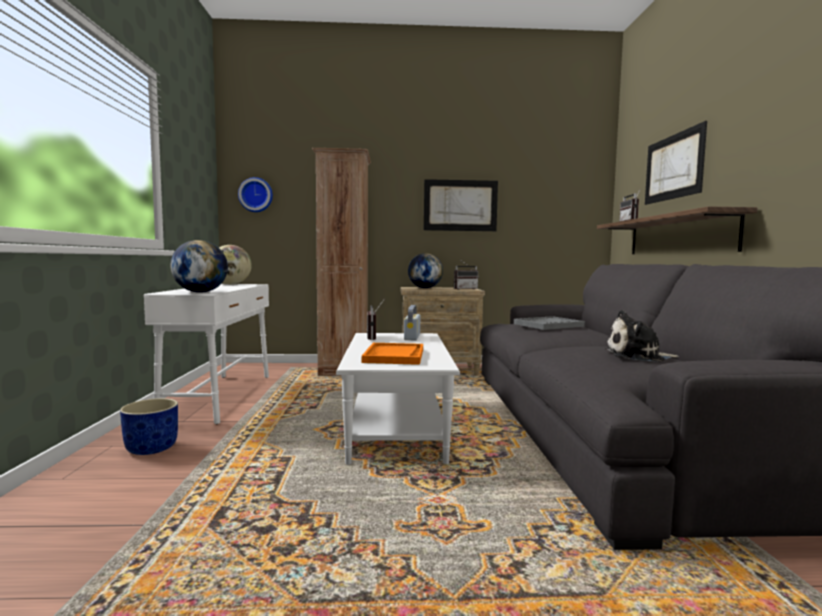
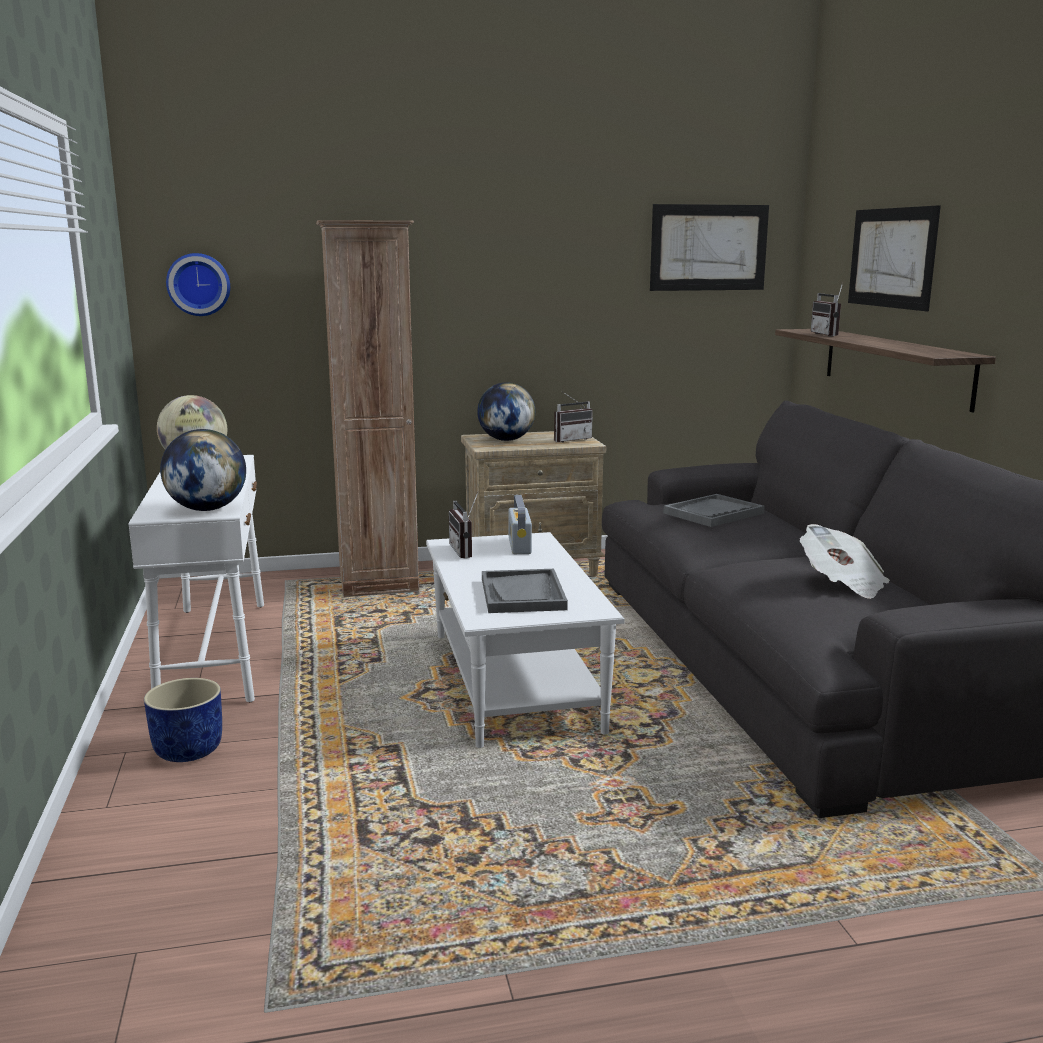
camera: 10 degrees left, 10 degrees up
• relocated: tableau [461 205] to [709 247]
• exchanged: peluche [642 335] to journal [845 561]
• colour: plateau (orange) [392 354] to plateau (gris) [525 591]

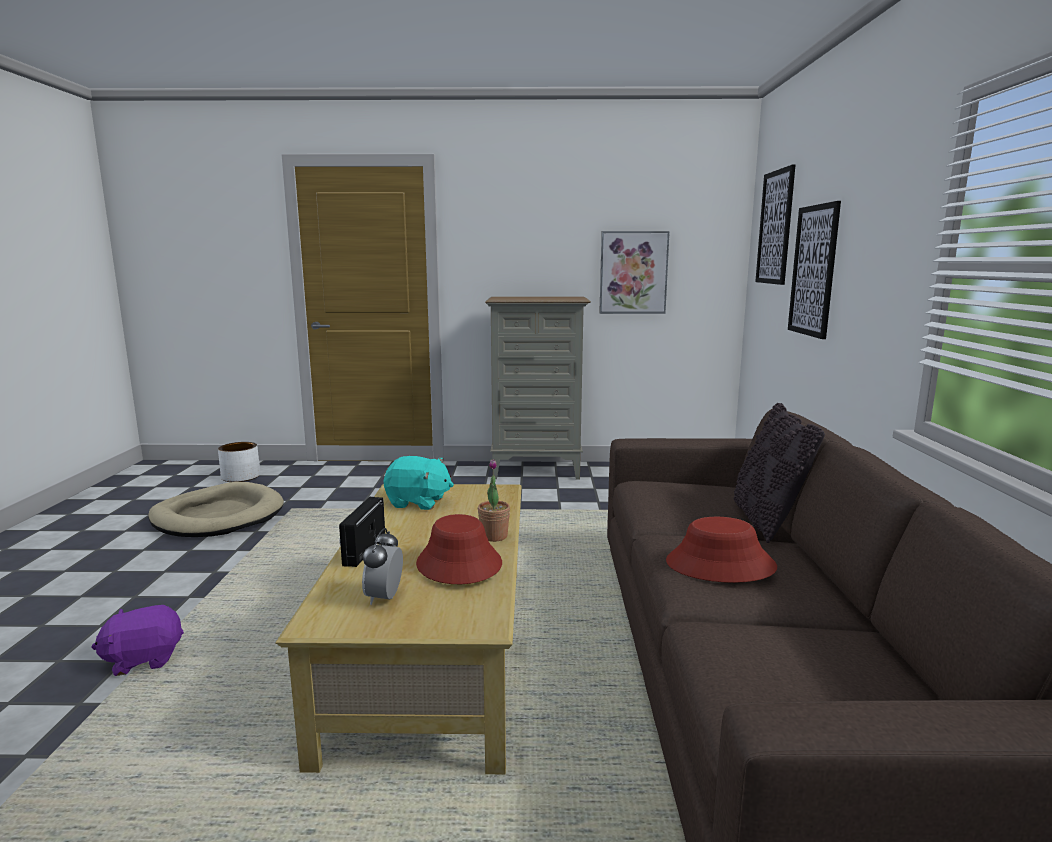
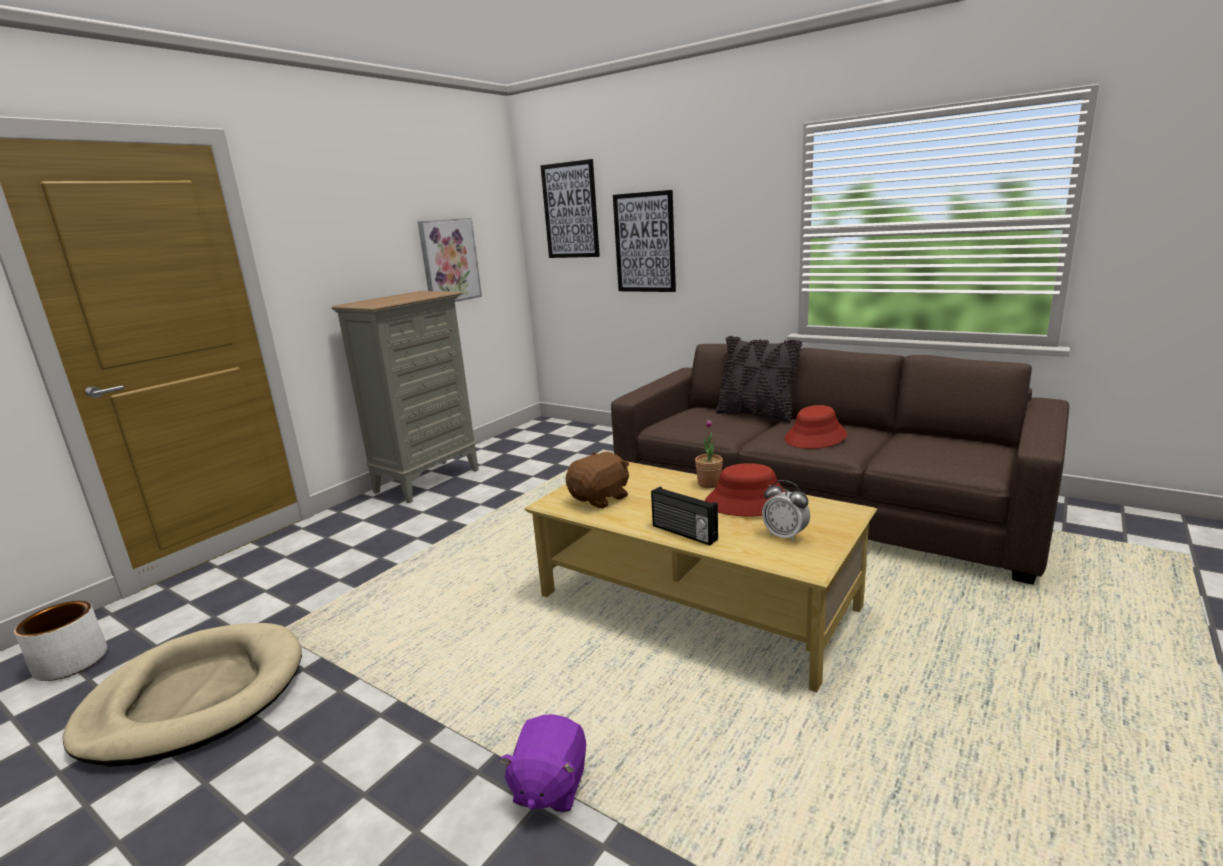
camera: 55 degrees left, 5 degrees up
• colour: peluche (turquoise) [419 483] to peluche (marron) [597 480]

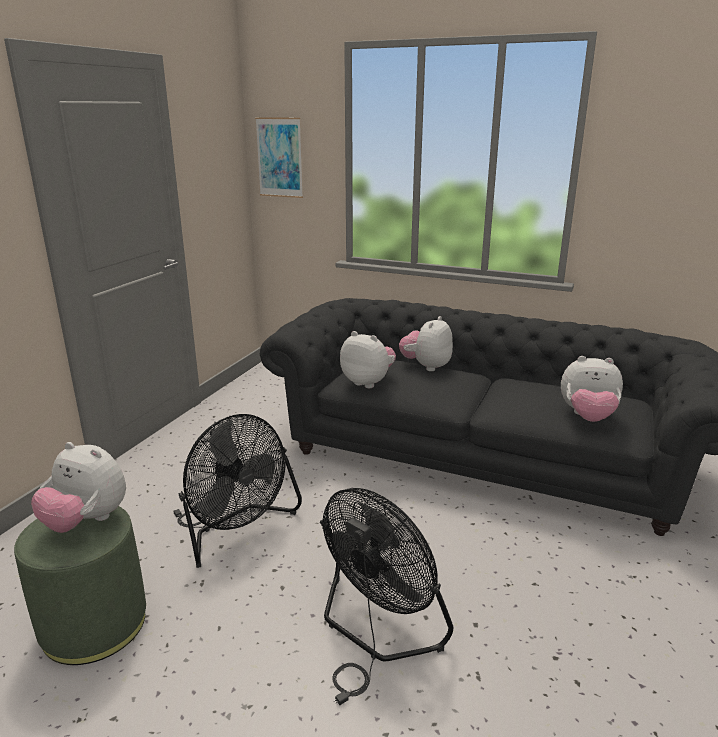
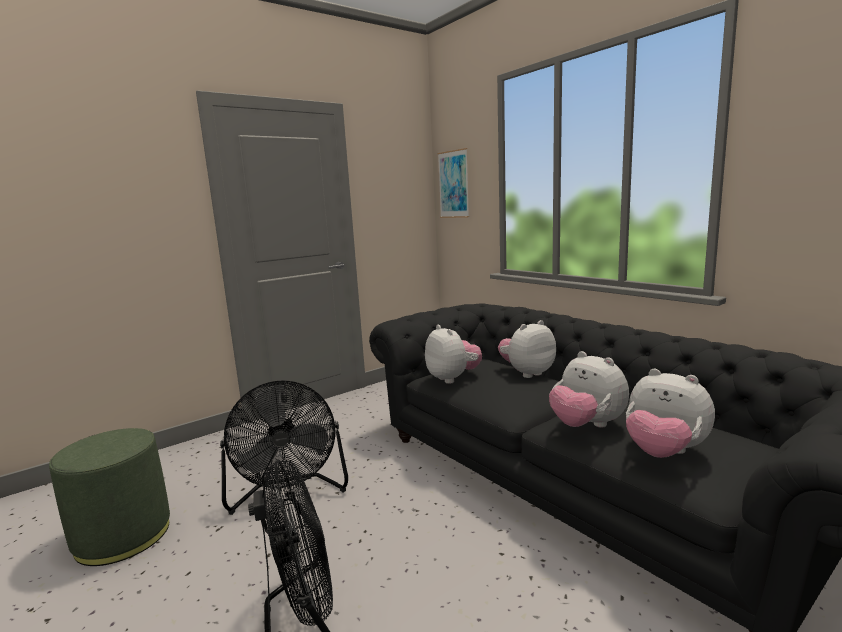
camera: 30 degrees right, 10 degrees down
• relocated: peluche [78 487] to [589 389]

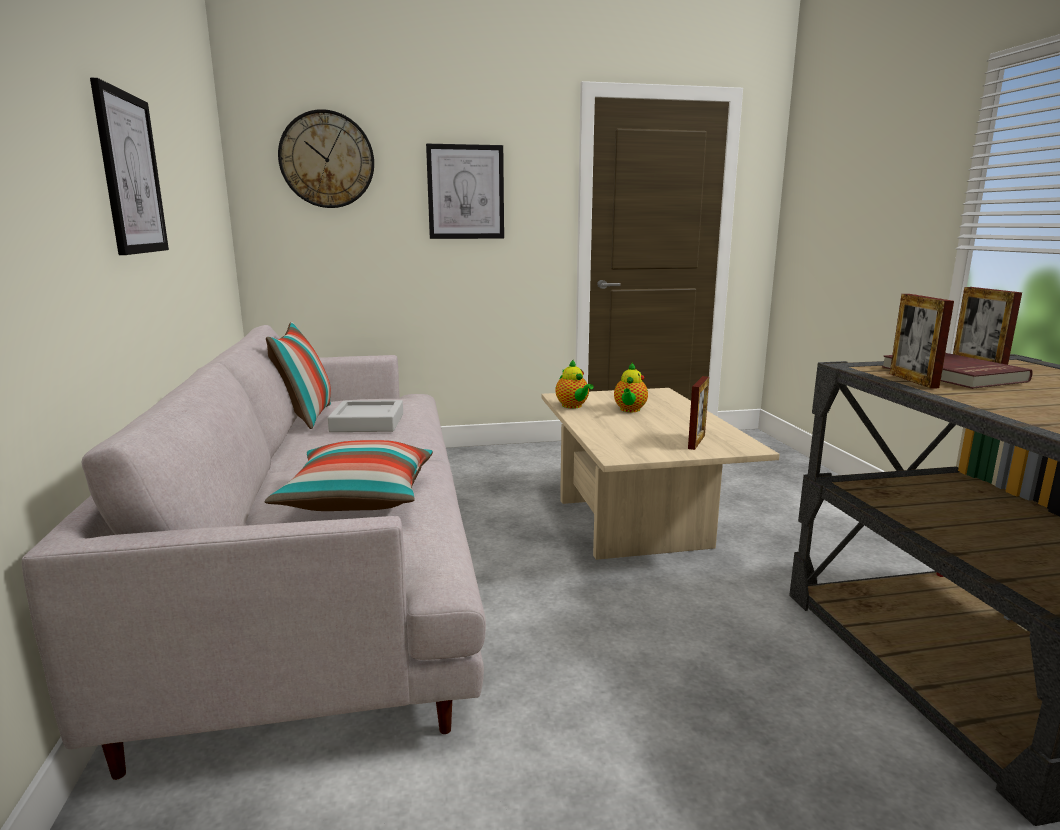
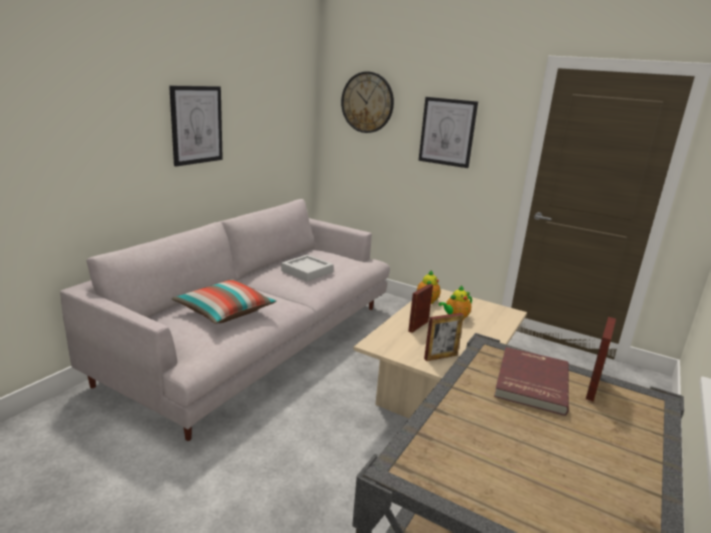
camera: 40 degrees right, 5 degrees up
• relocated: cadre photo [922 341] to [420 308]
• missing: coussin [298 375]

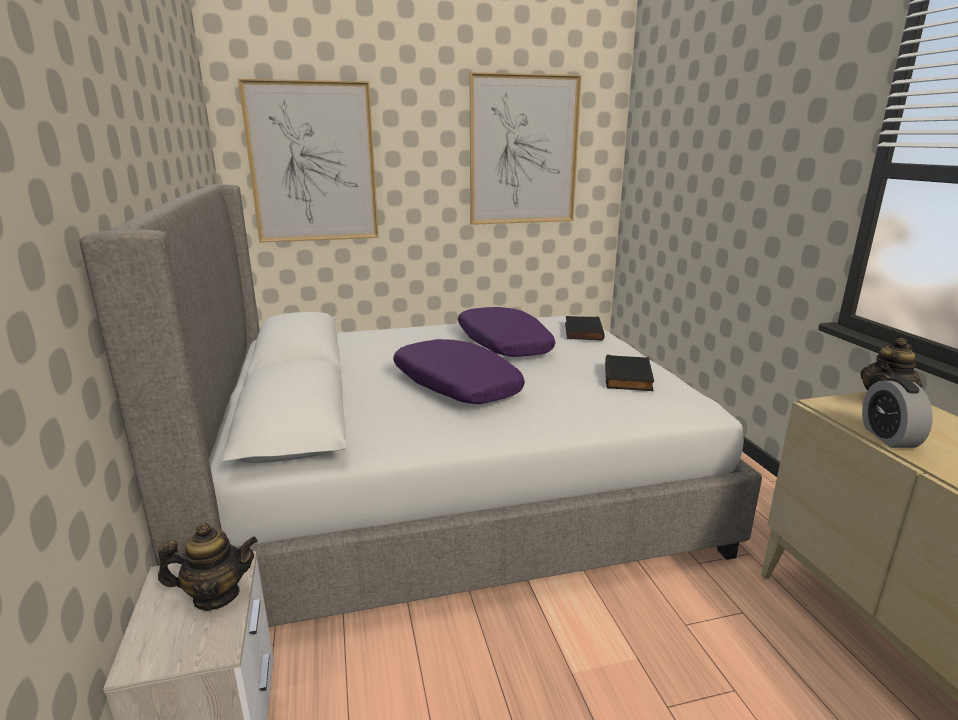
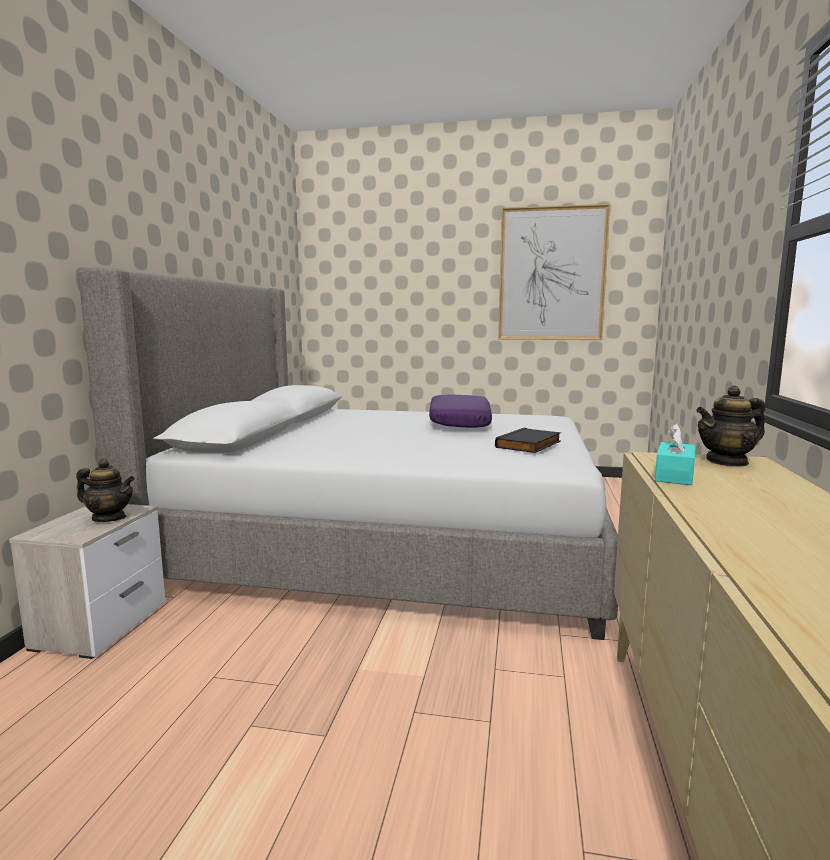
camera: 25 degrees right, 10 degrees down
• missing: tableau [308 161]
• missing: livre (noir) [585 328]
• missing: coussin (violet) [459 371]
• exchanged: réveil [897 413] to boîte à mouchoirs (turquoise) [675 454]

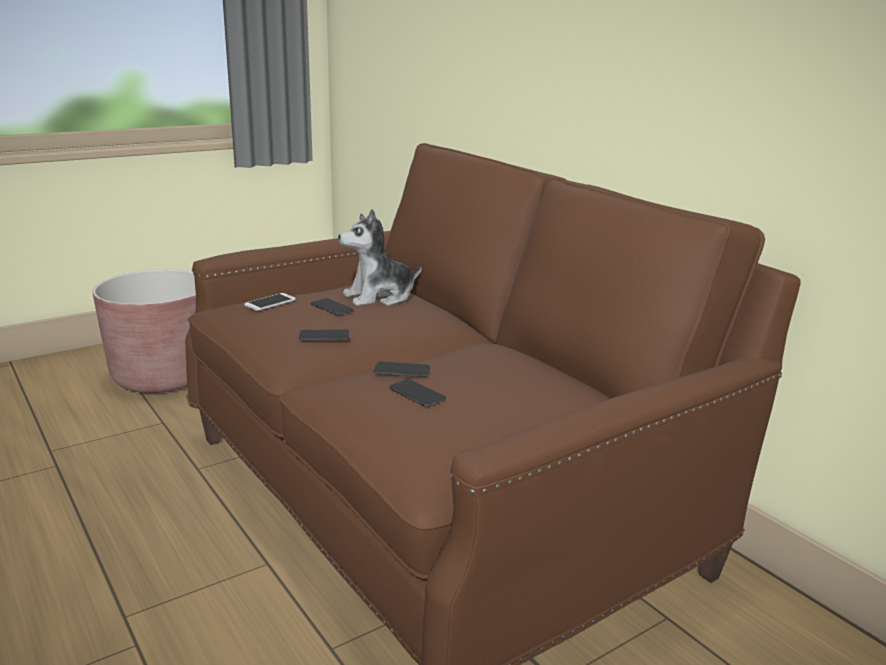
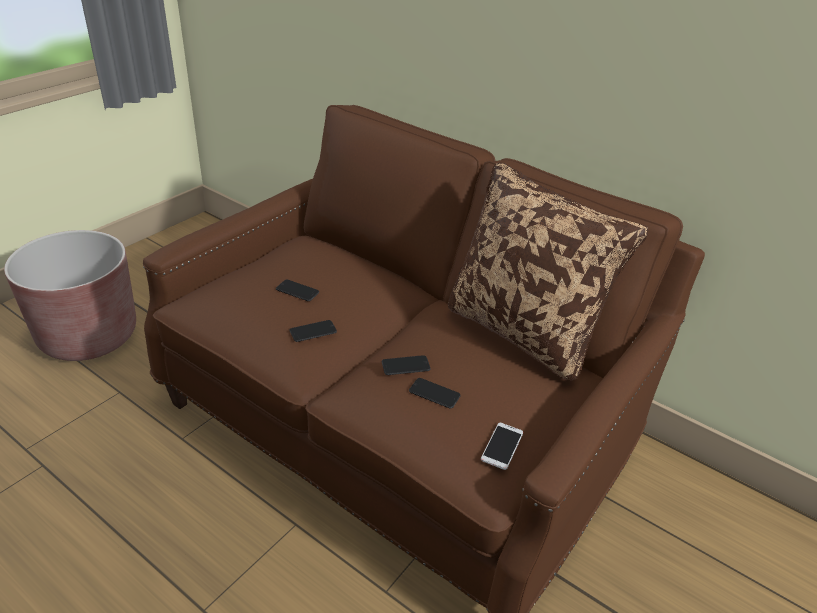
camera: 20 degrees left, 15 degrees up
• missing: peluche [380 257]
• relocated: téléphone [270 302] to [502 446]
• appeared: coussin (marron) [548 271]

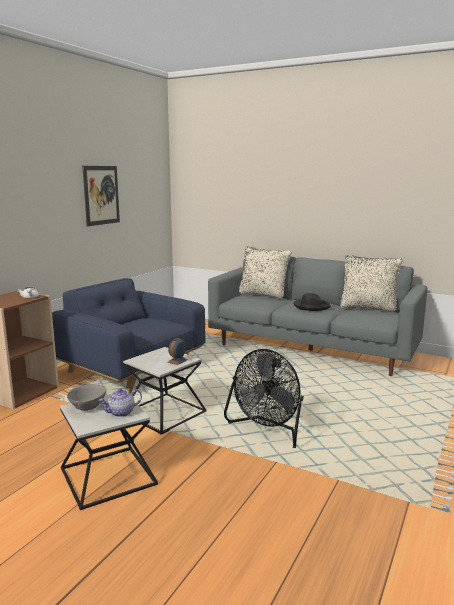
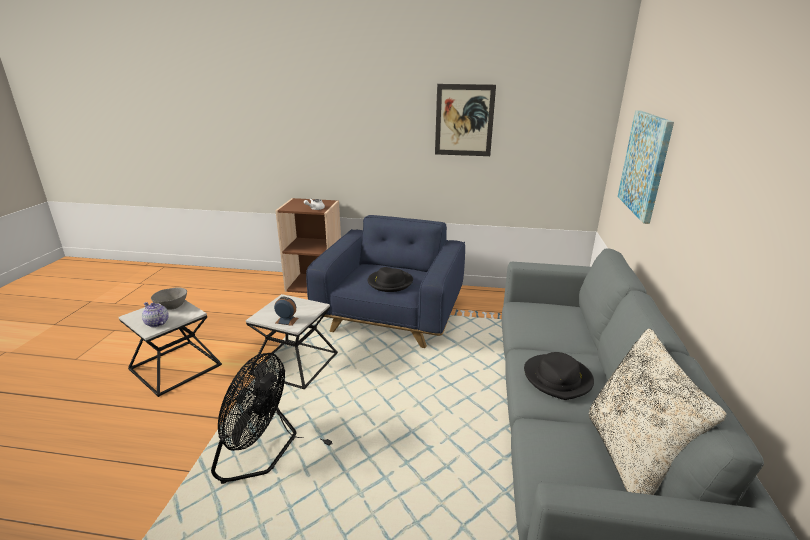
camera: 70 degrees right, 10 degrees up
• missing: coussin (beige) [265 272]
• appeared: tableau [646 167]
• appeared: chapeau (noir) [390 279]

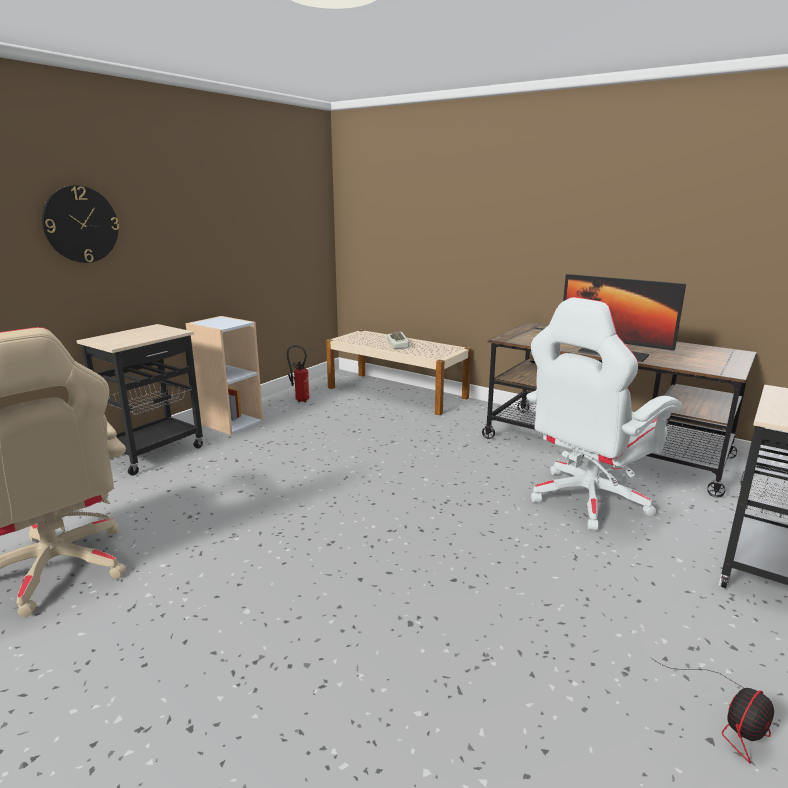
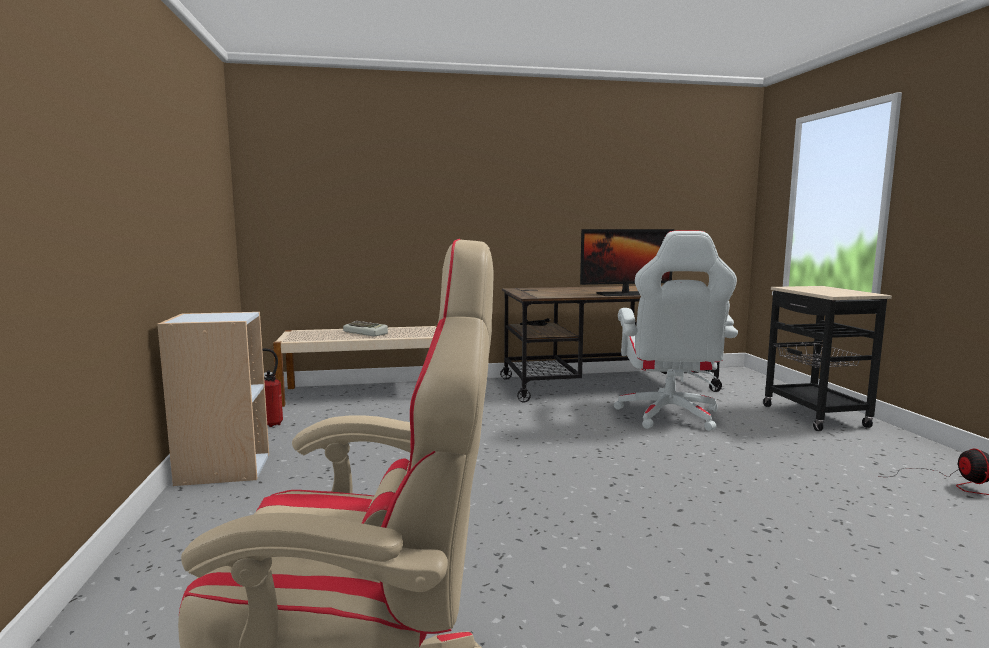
camera: 45 degrees left, 10 degrees down
• missing: horloge murale [80 224]
• missing: chariot [139 400]

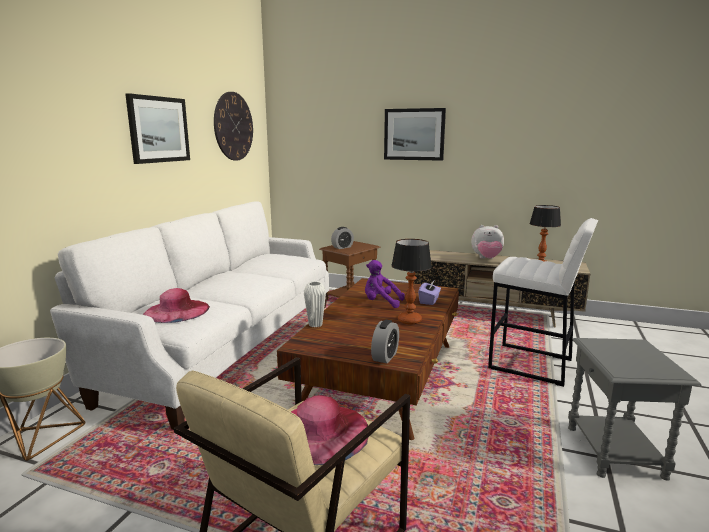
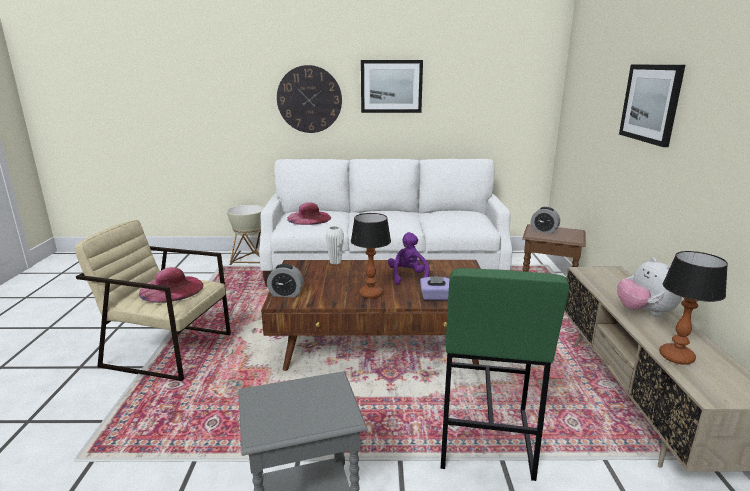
camera: 70 degrees right, 5 degrees up
• relocated: horloge murale [233 126] to [309 99]
• colour: tabouret (blanc) [543 302] to tabouret (vert) [505 374]

